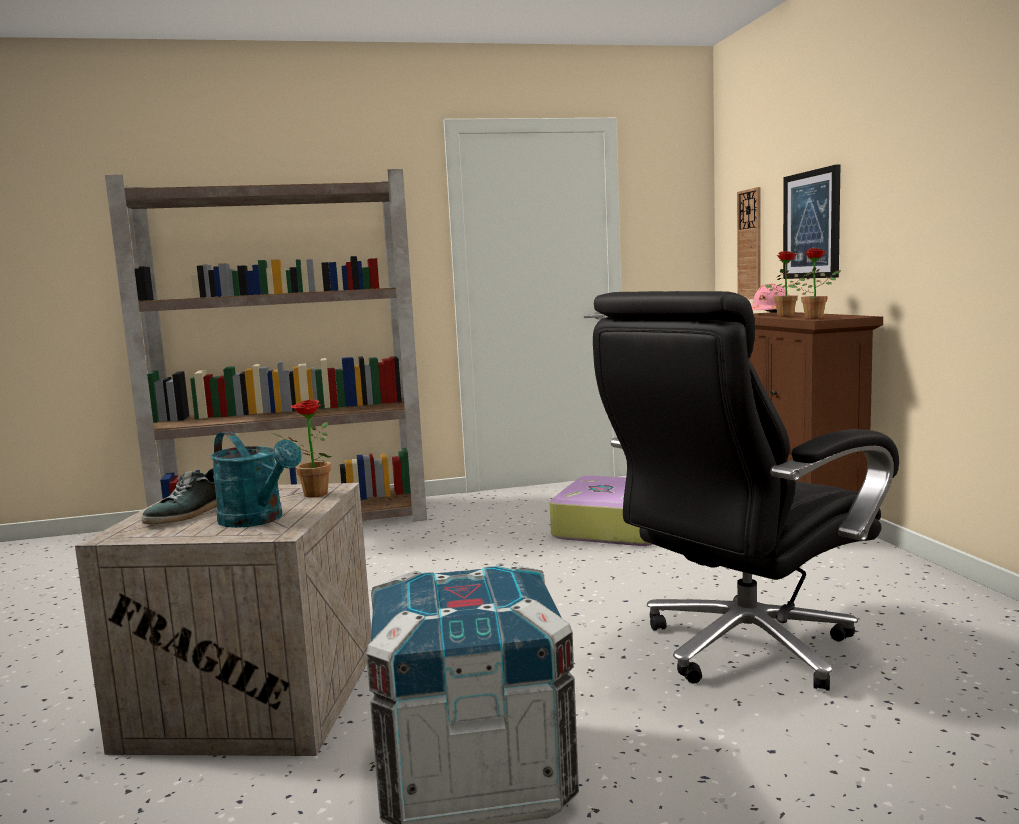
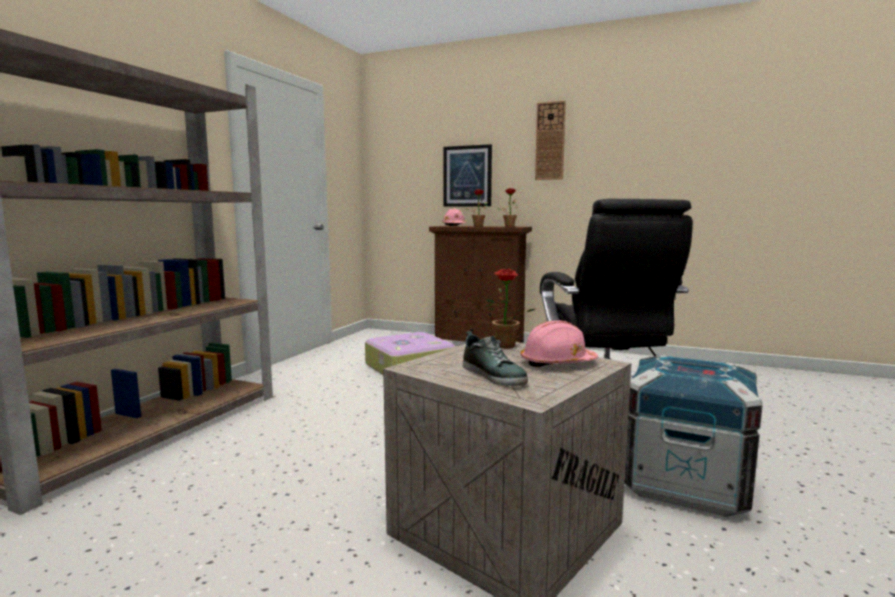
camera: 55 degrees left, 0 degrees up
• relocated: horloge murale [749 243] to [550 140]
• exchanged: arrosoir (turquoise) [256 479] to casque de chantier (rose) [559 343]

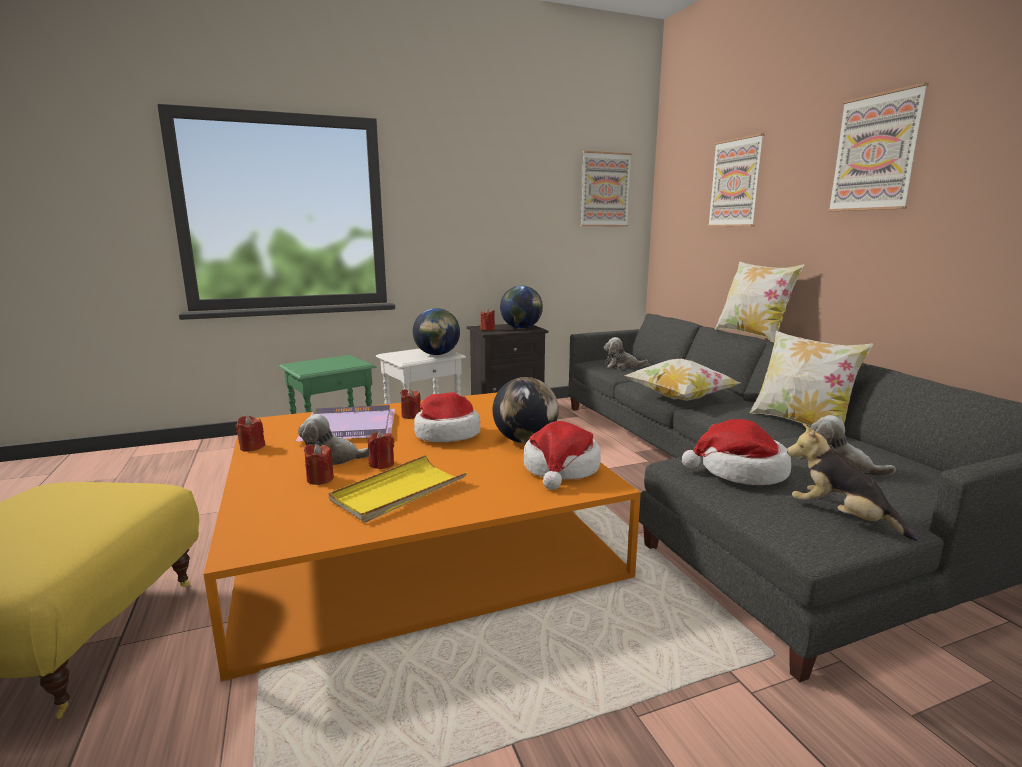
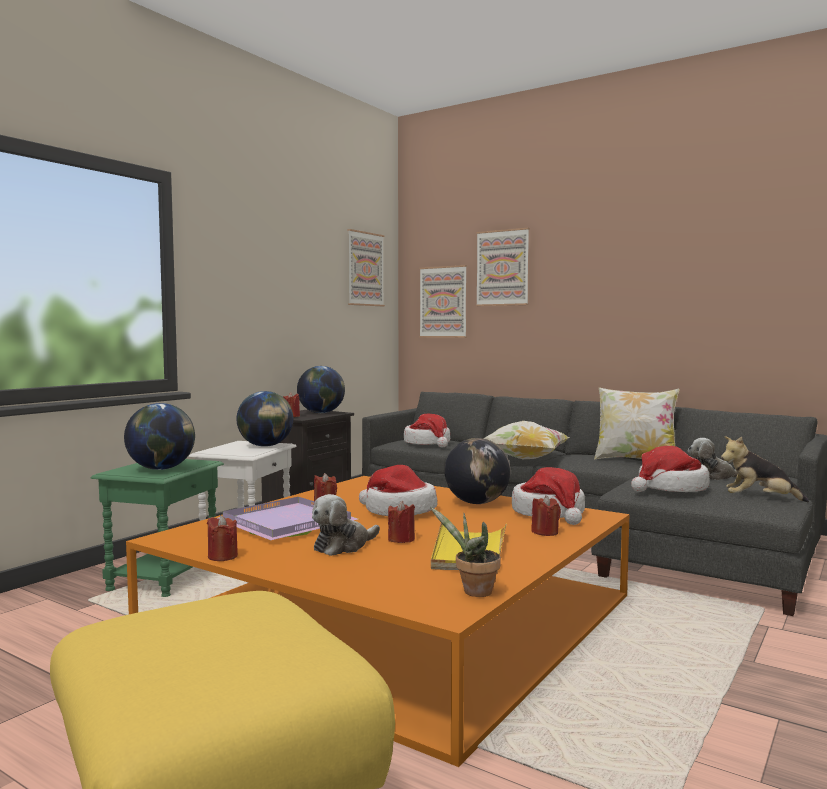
camera: 35 degrees left, 10 degrees down
• relocated: tableau [878 146] to [443 301]
• missing: coussin [759 302]
• exchanged: peluche [626 353] to chapeau [427 431]
• relocated: bougie (rouge) [319 464] to [546 515]
• appeared: globe [159 436]
• appeared: plante en pot [465 552]

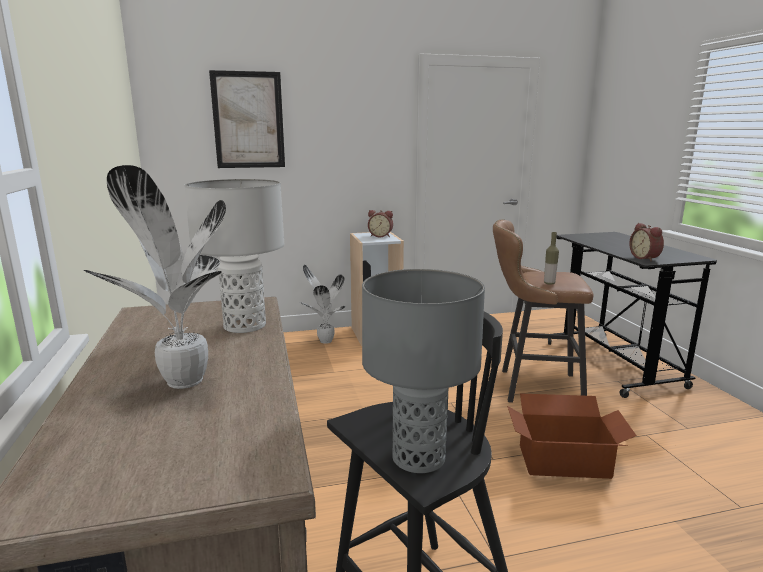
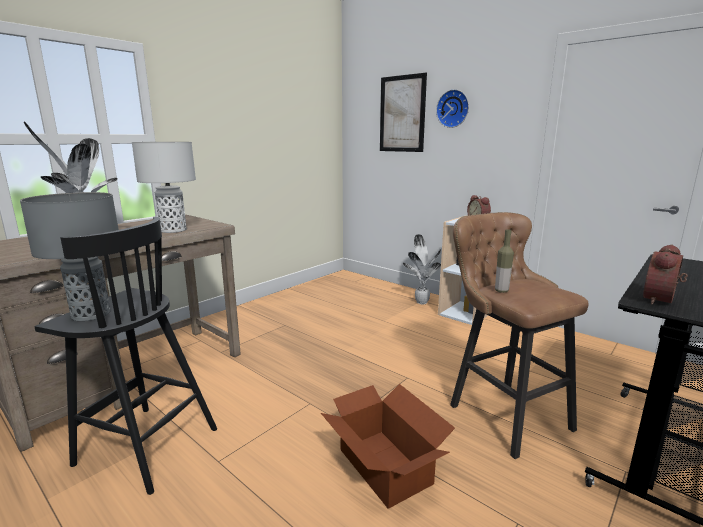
camera: 55 degrees right, 0 degrees up
• appeared: horloge murale [452 108]

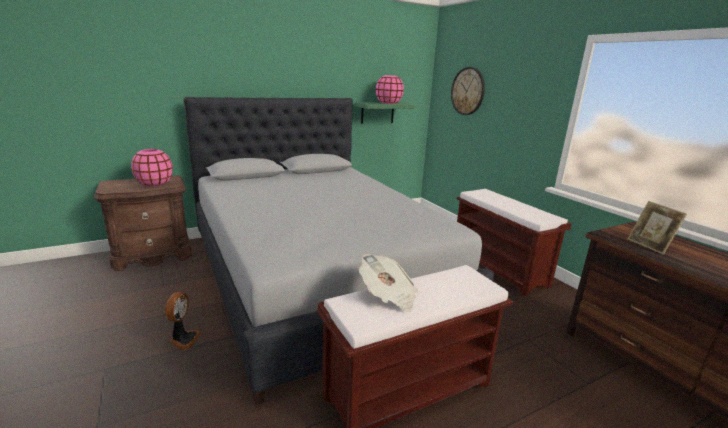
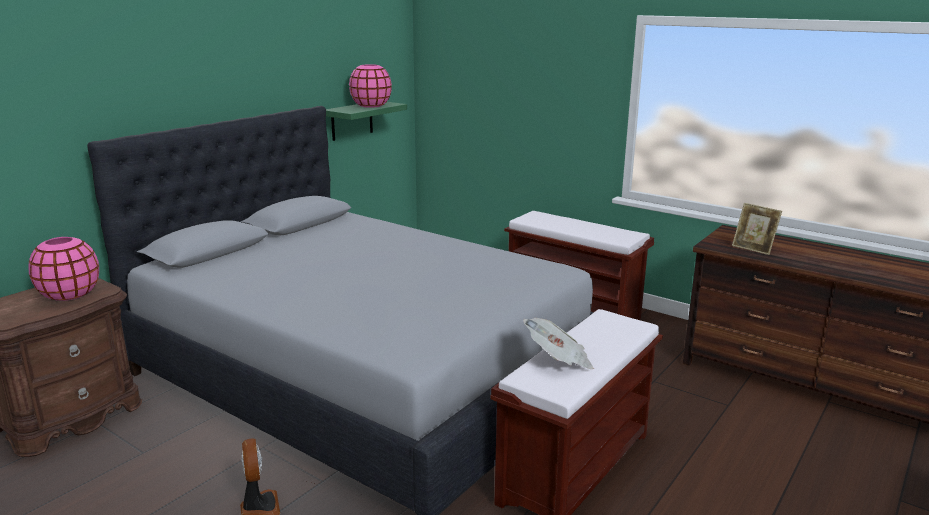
camera: 25 degrees left, 0 degrees up
• missing: horloge murale [468 91]

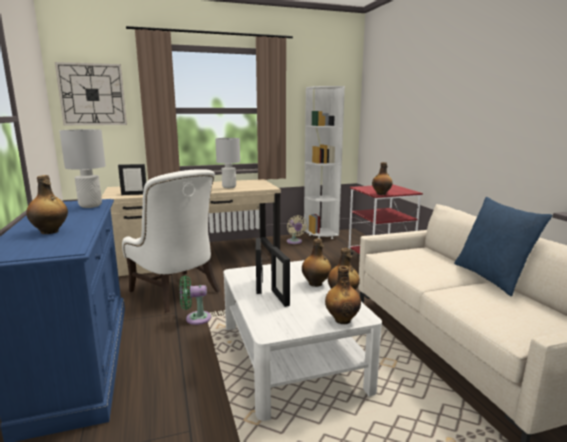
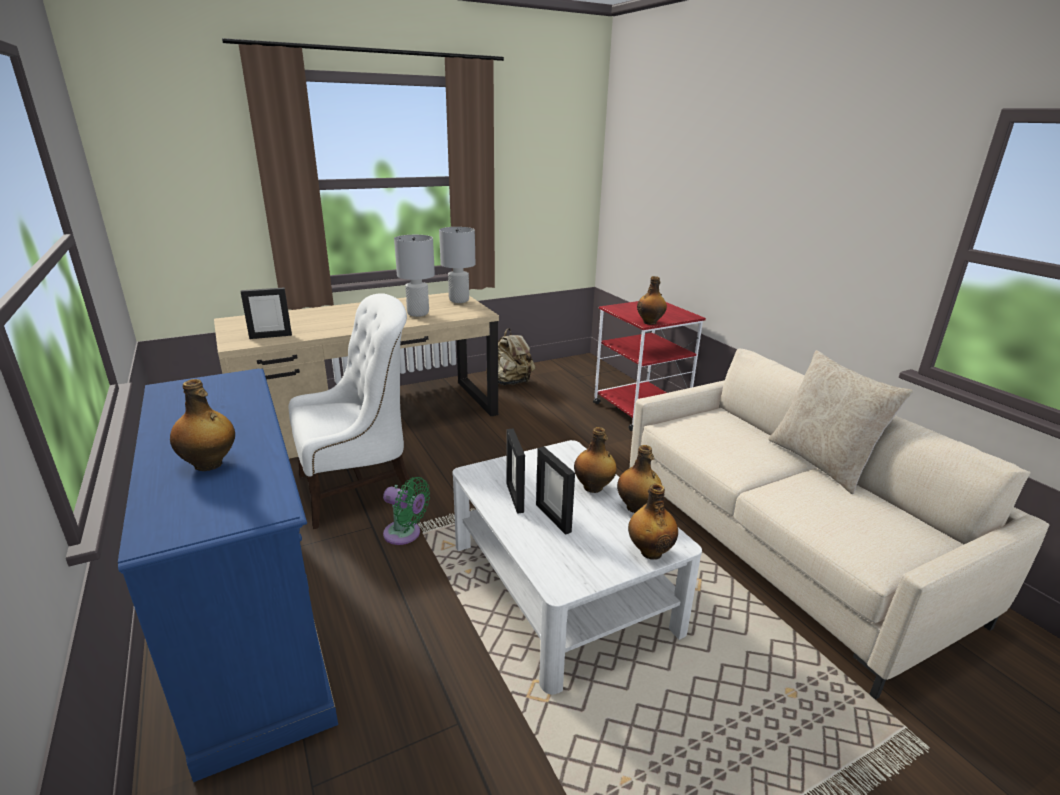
camera: 10 degrees left, 10 degrees up
• missing: horloge murale [91 93]
• missing: bibliothèque (blanc) [324 162]
• relocated: lampe de table (gris) [82 168] to [457 265]
• spun: chaise (blanc) [171 241] = [353 411] 60 degrees counterclockwise
• colour: coussin (bleu) [503 246] to coussin (beige) [840 422]
• exchanged: ventilateur (beige) [297 229] to sac à dos (beige) [510 356]
• spun: ventilateur (vert) [195 300] = [406 511] 135 degrees counterclockwise

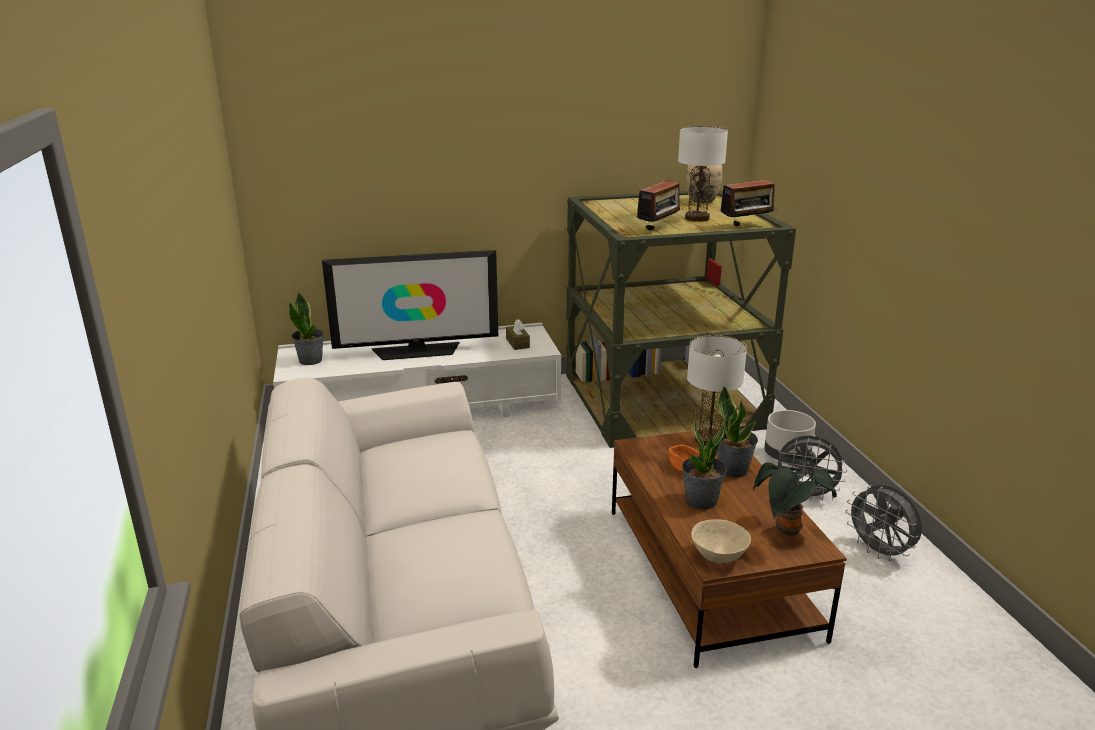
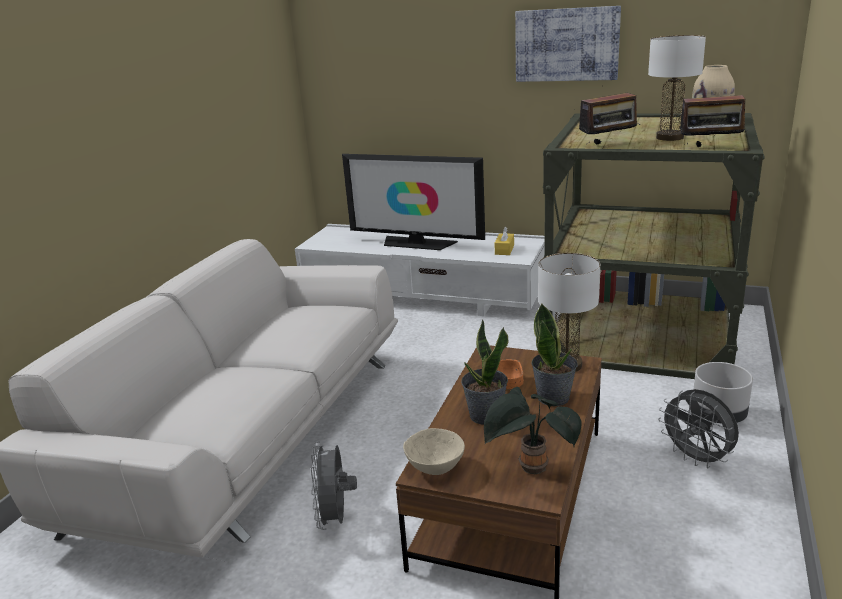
camera: 35 degrees right, 0 degrees up
• missing: plante en pot [306 328]
• colour: boîte à mouchoirs (marron) [518 334] to boîte à mouchoirs (jaune) [504 241]
• relocated: ventilateur (gris) [883 523] to [334 485]
• appeared: tableau [568 44]

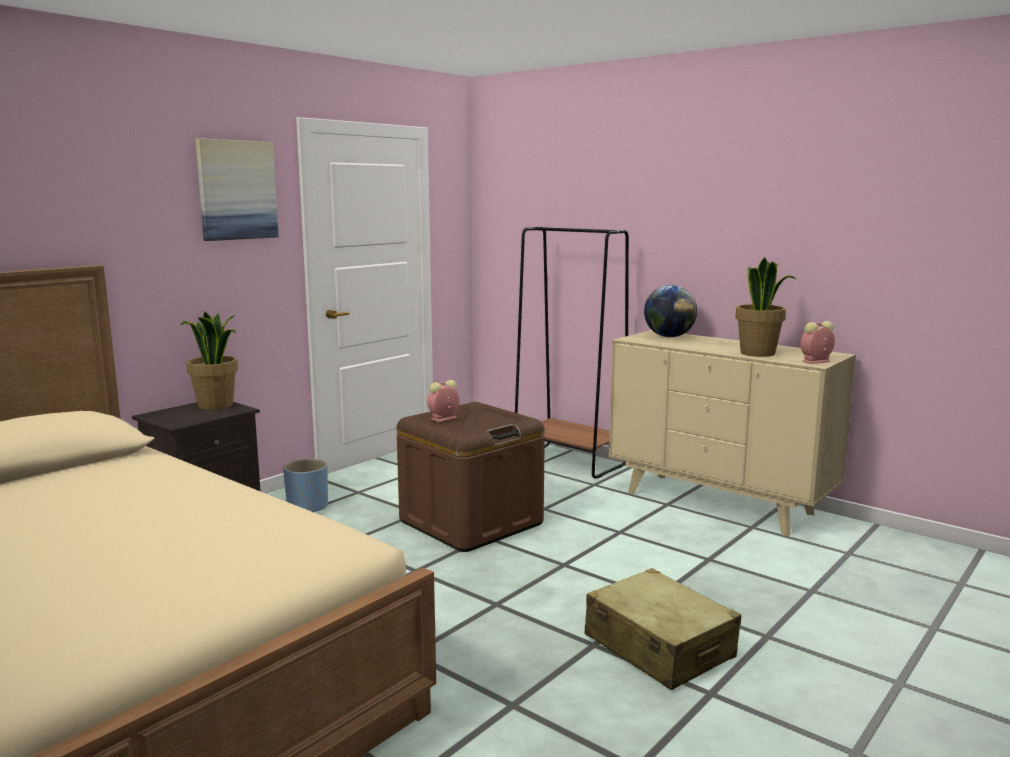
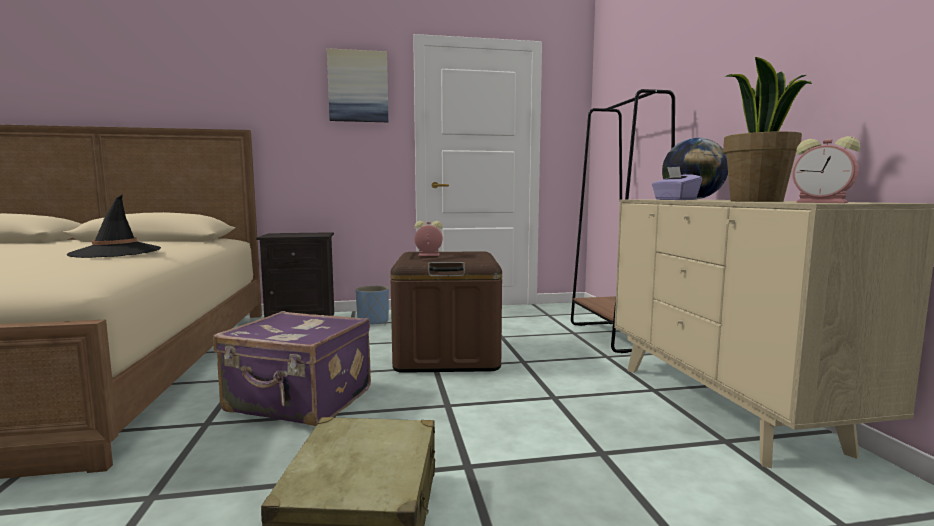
camera: 40 degrees right, 5 degrees down
• missing: plante en pot [209 361]
• spun: réveil [818 342] = [826 169] 150 degrees counterclockwise
• appeared: boîte à mouchoirs (violet) [677 183]
• appeared: chapeau (noir) [114 226]
• appeared: valise (violet) [292 368]

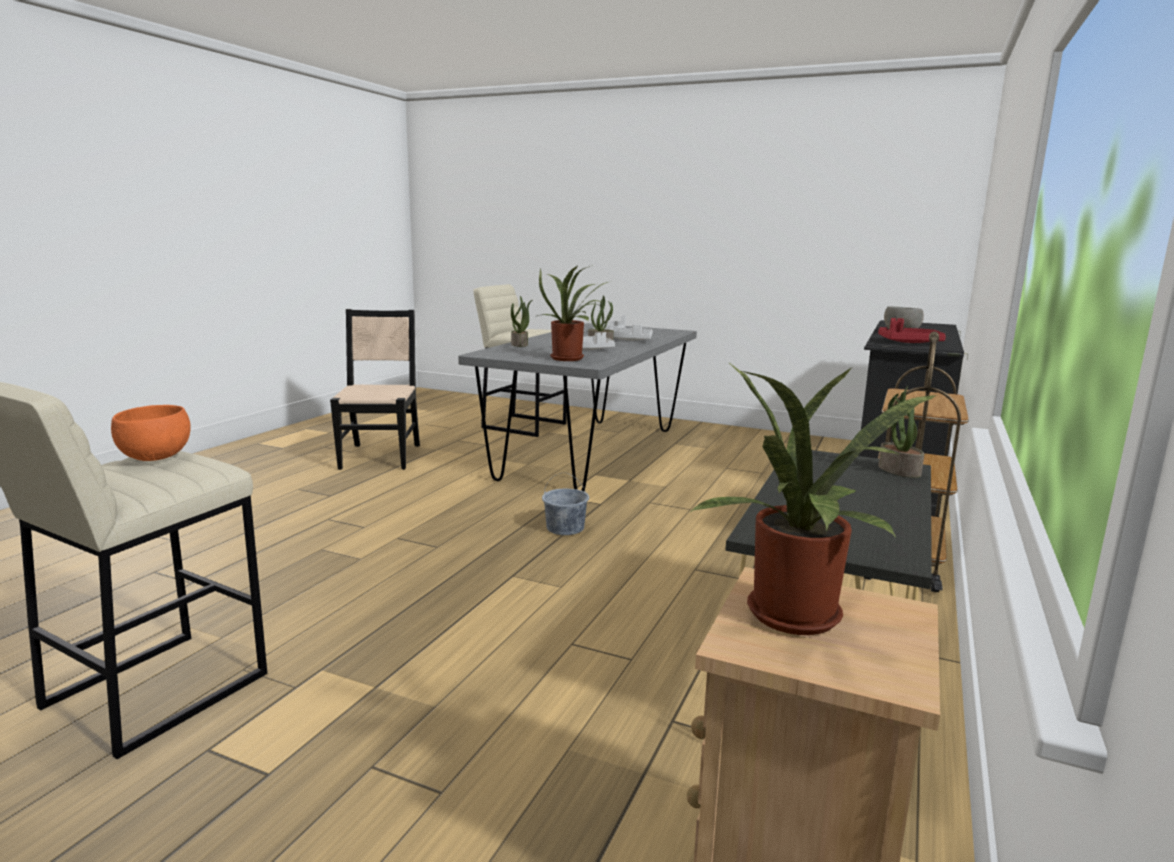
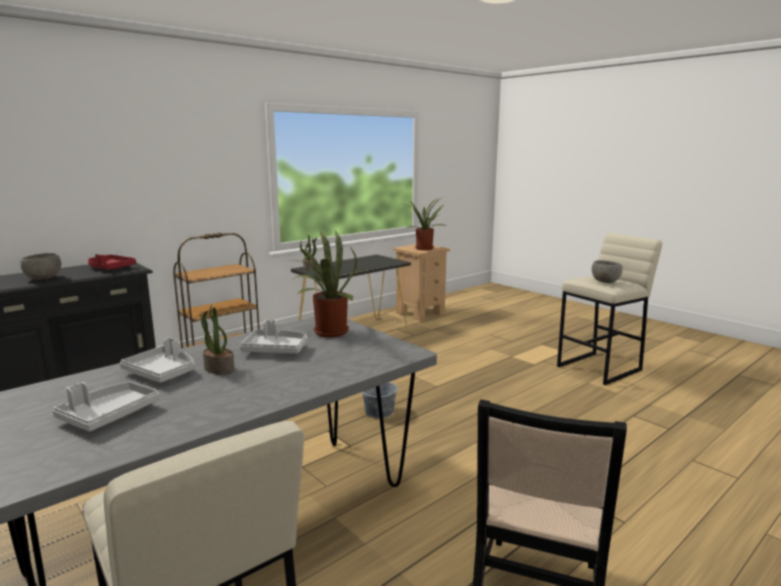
camera: 155 degrees left, 0 degrees up
• missing: plante en pot [521 321]
• colour: bol (orange) [151 433] to bol (gris) [607 271]

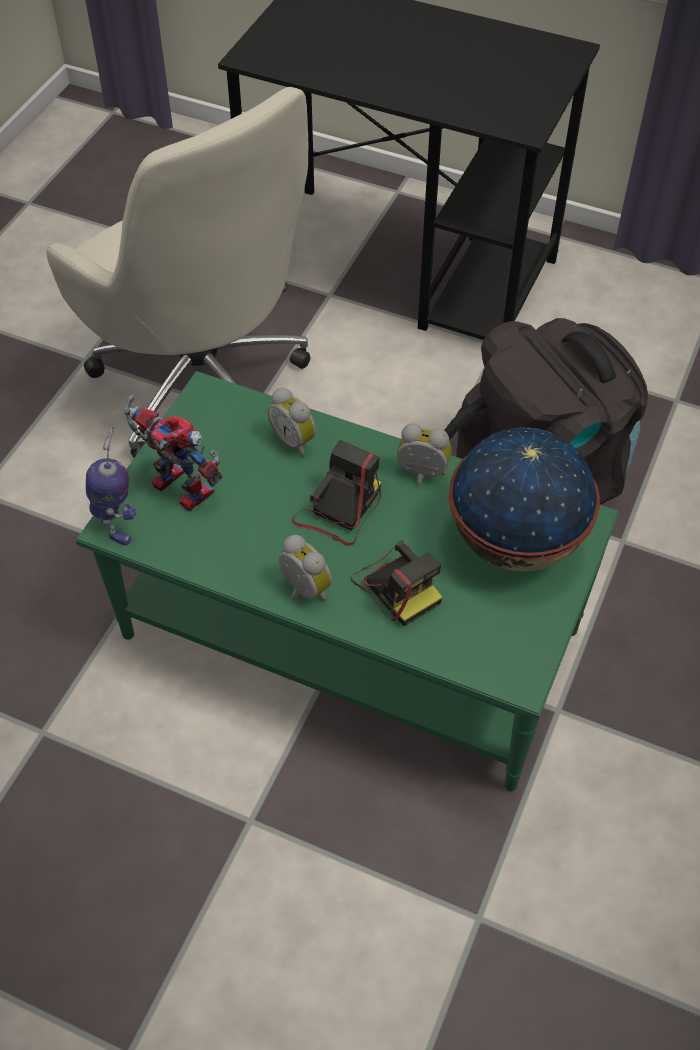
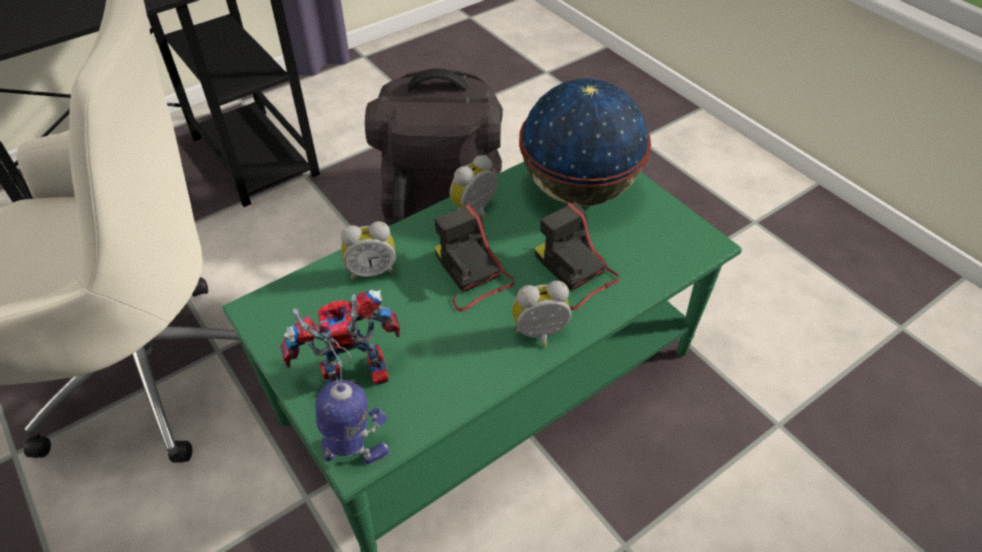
camera: 60 degrees left, 5 degrees down
• spun: appareil photo [396 583] = [577 256] 120 degrees counterclockwise

